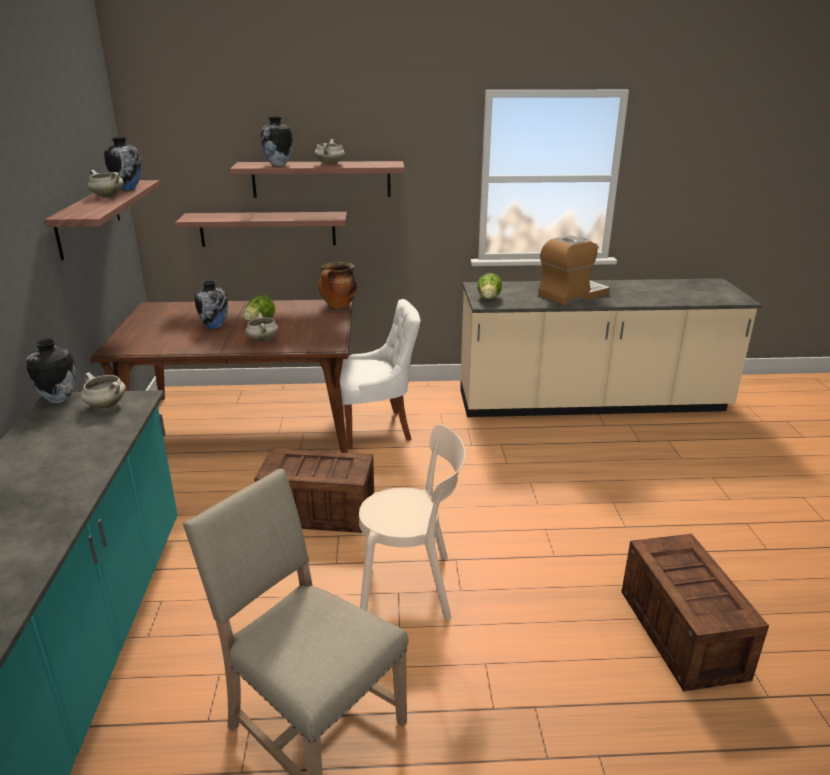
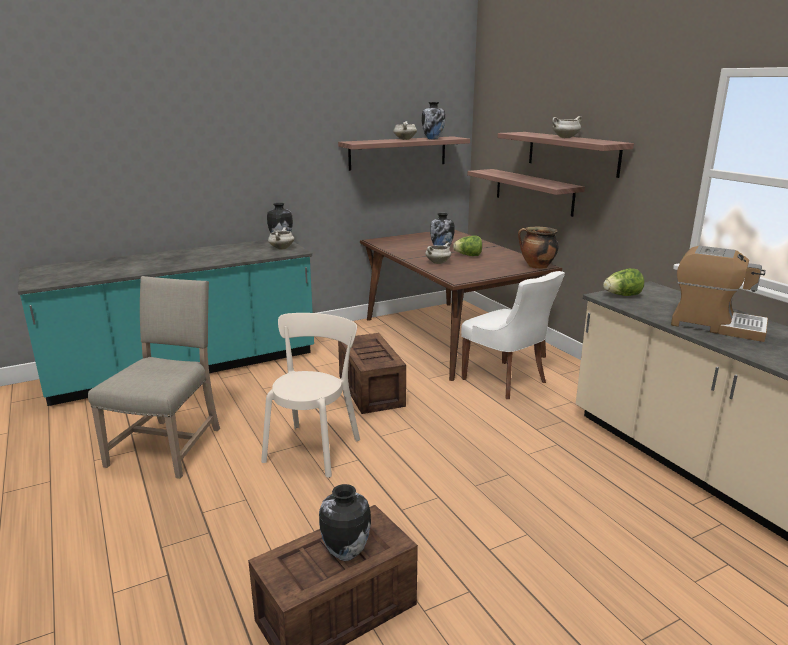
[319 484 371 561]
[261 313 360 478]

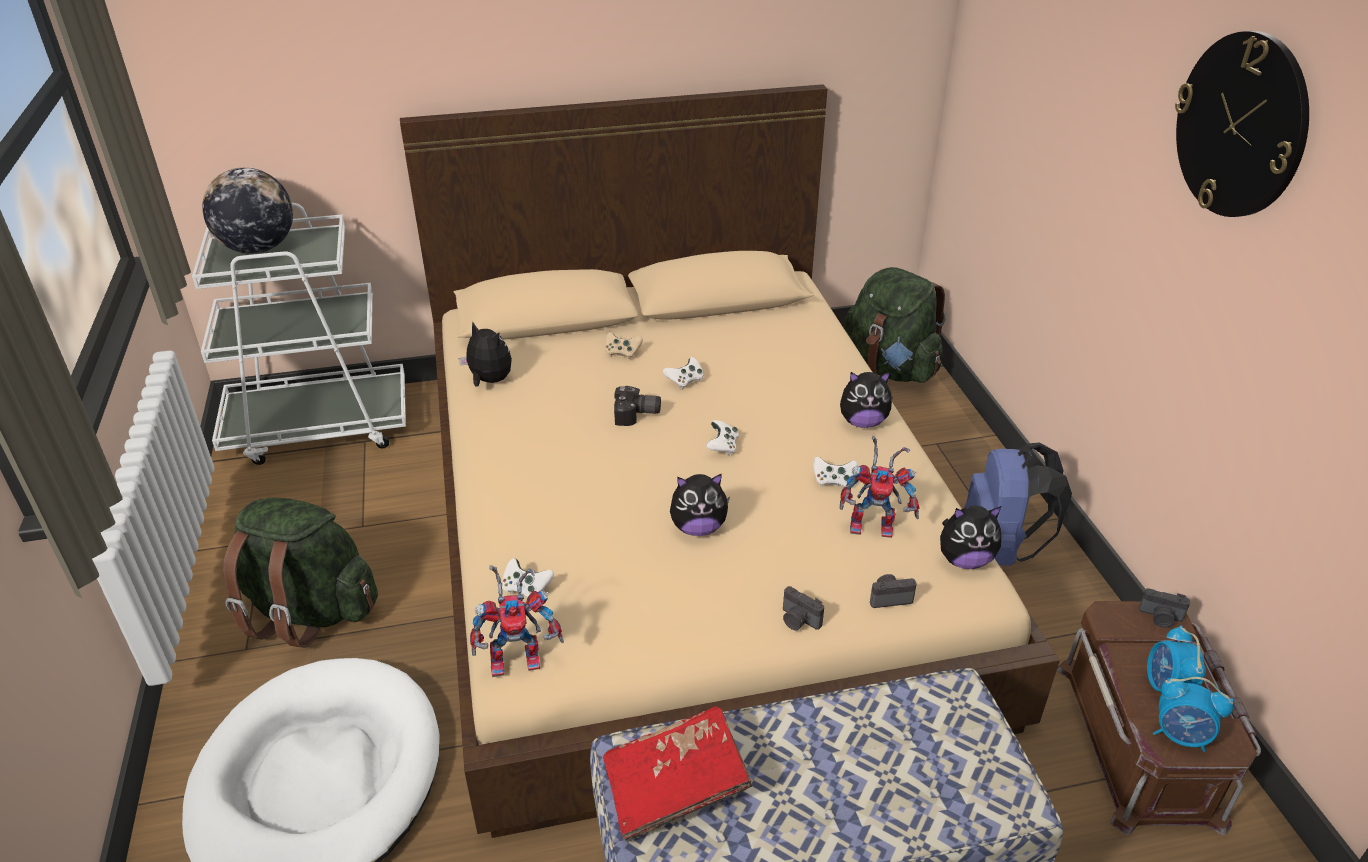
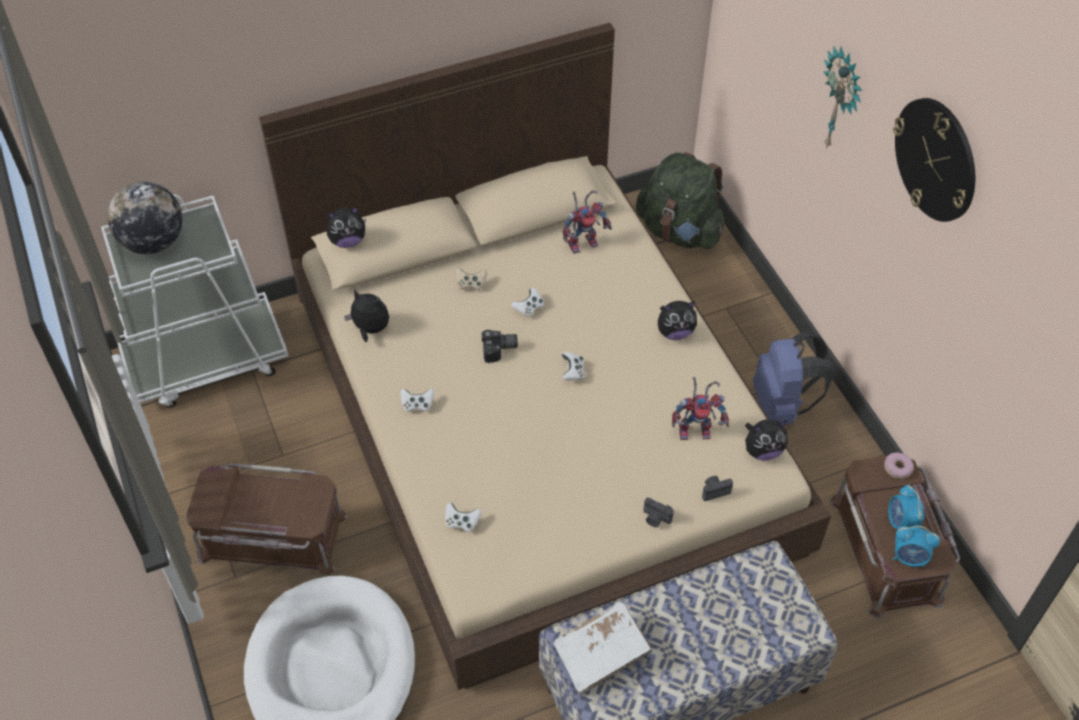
[186 463 347 576]
[562 190 612 254]
[553 601 652 695]
[327 207 366 248]
[400 389 434 412]
[884 452 914 479]
[823 46 862 149]

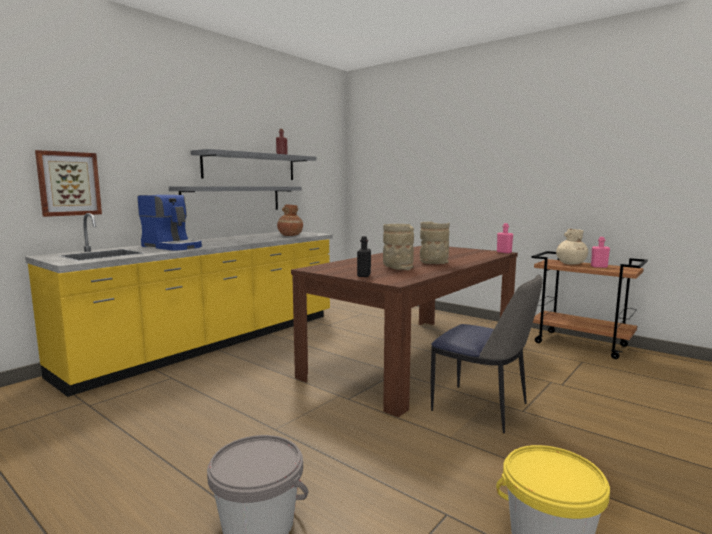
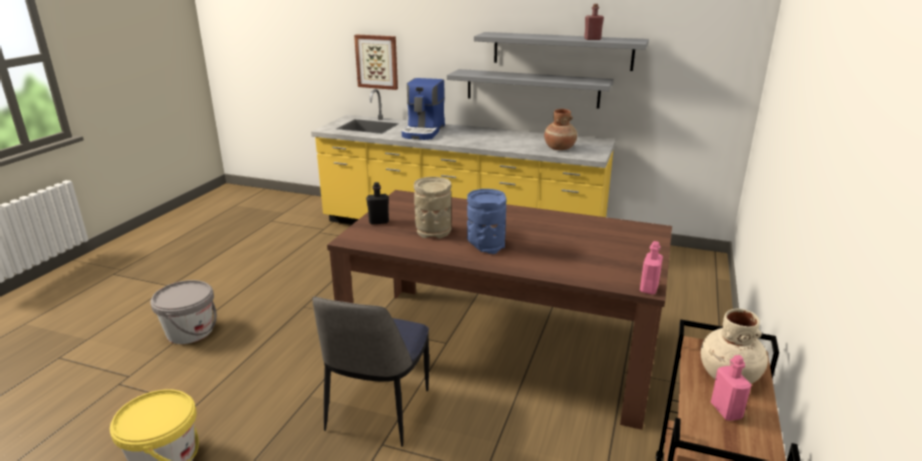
[467 189 506 254]

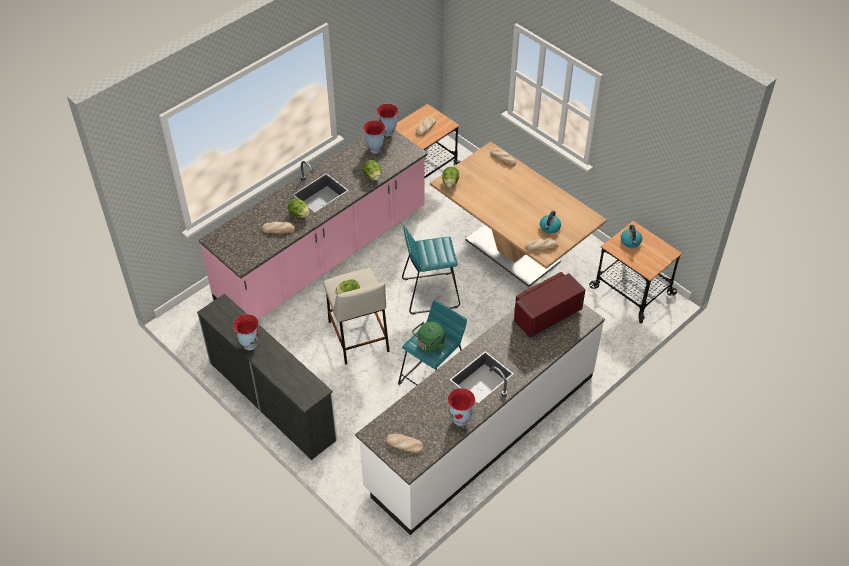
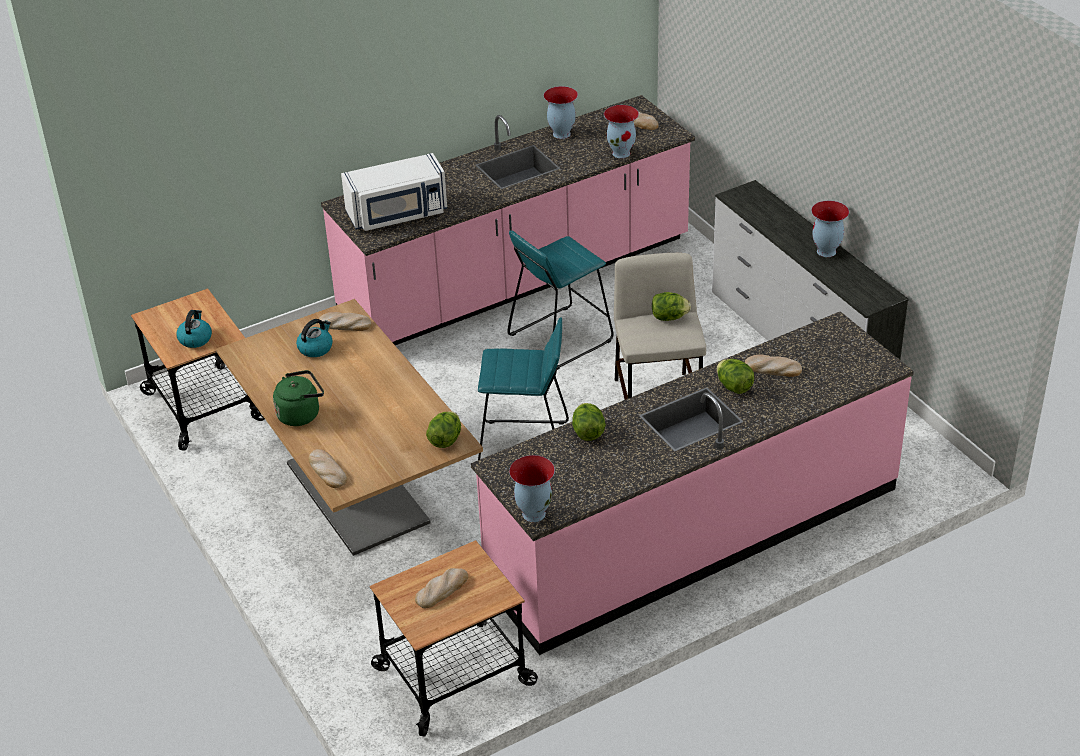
[321 95 695 345]
[604 105 639 158]
[273 370 324 426]
[341 153 447 231]

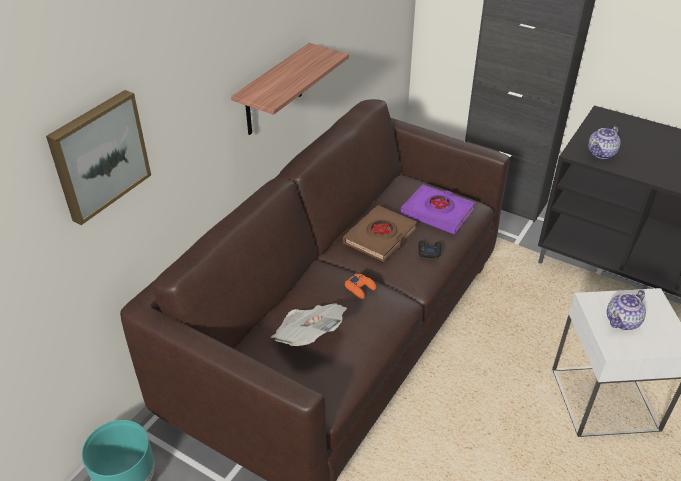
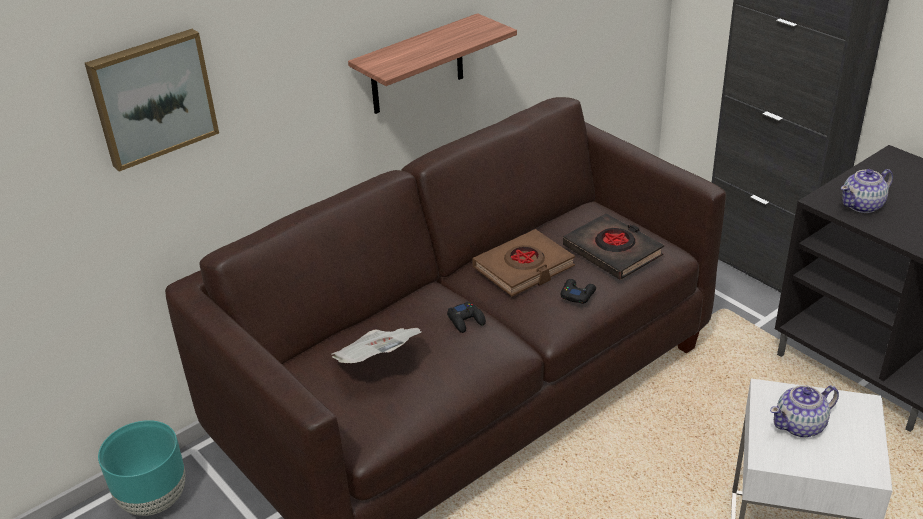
[447 302 486 333]
[563 214 664 280]

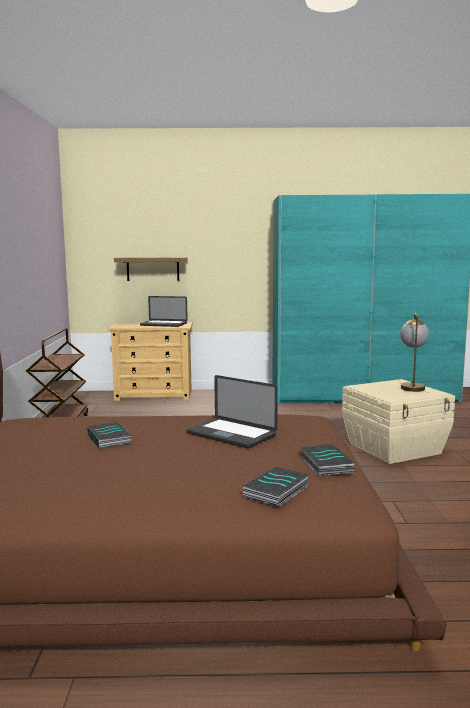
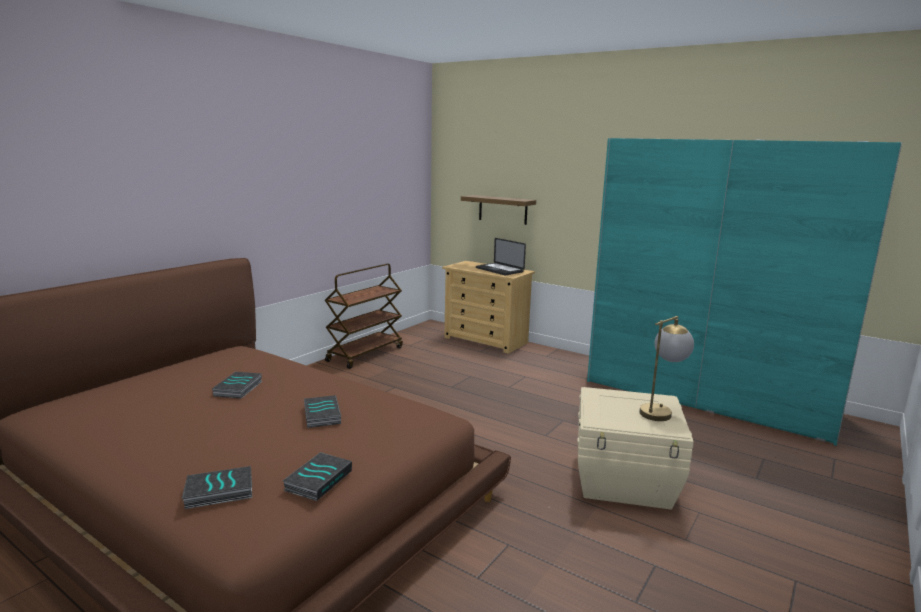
[304 395 341 428]

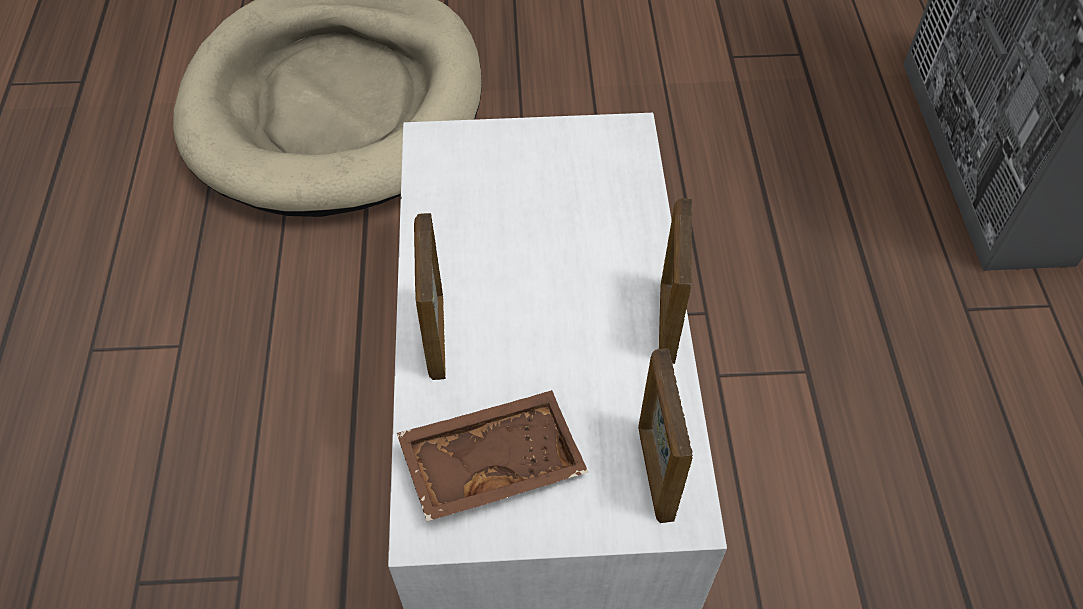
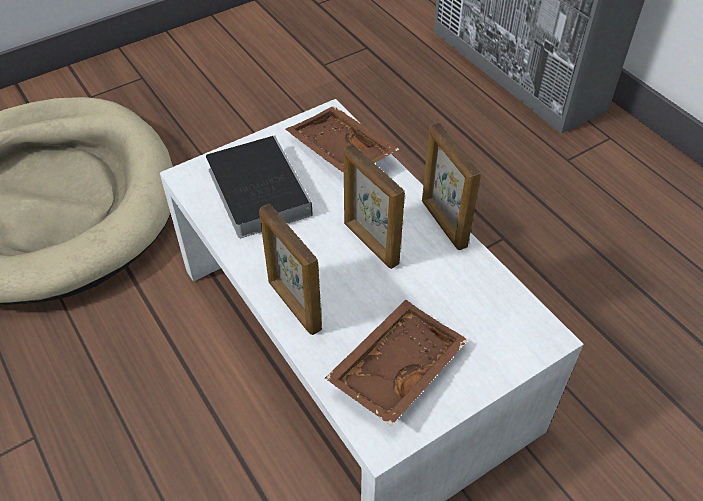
[344 144 405 269]
[206 135 313 238]
[285 106 399 173]

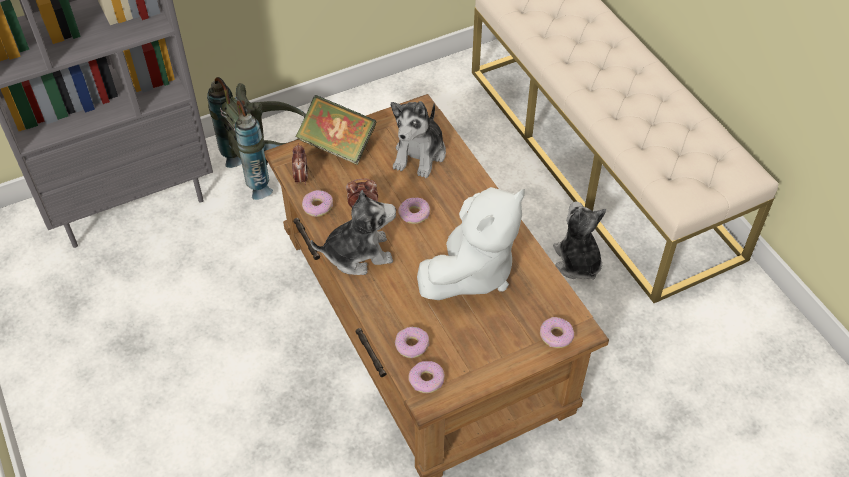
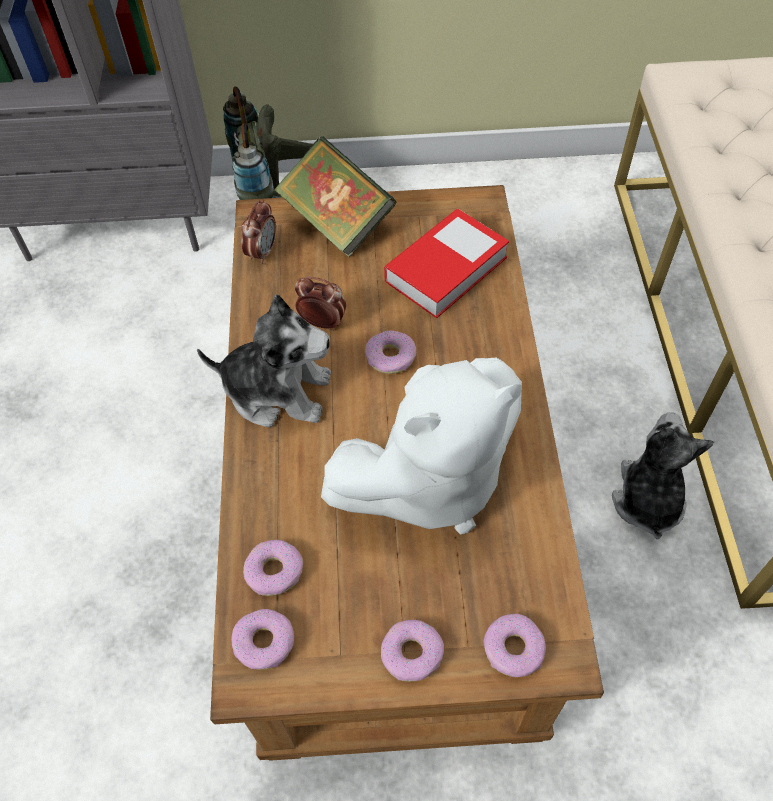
[381 620 444 682]
[384 209 509 318]

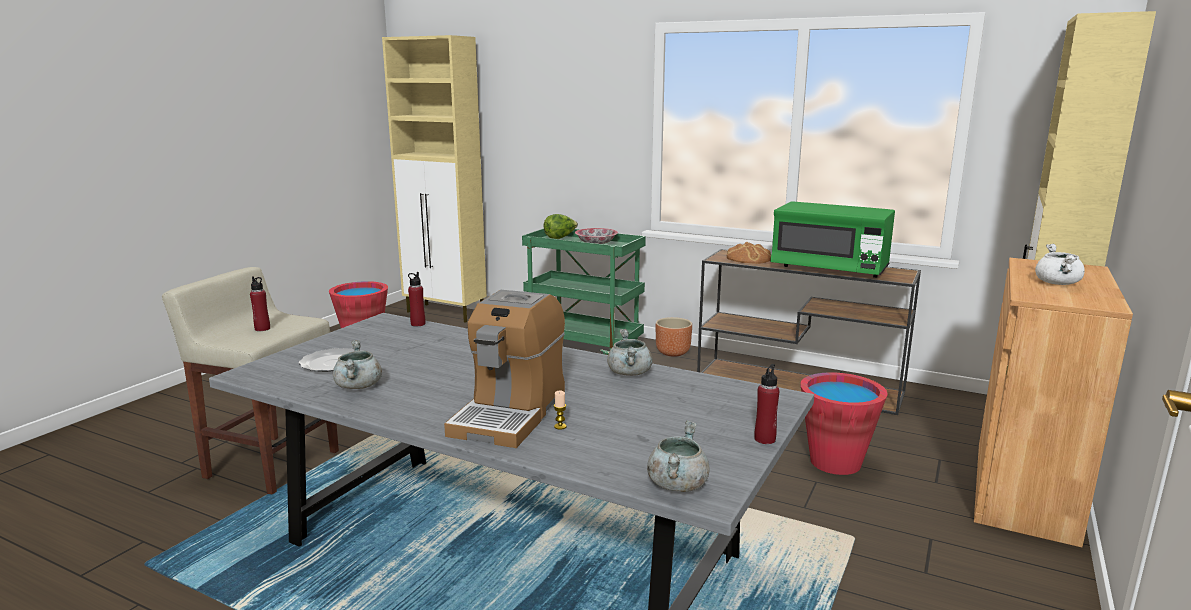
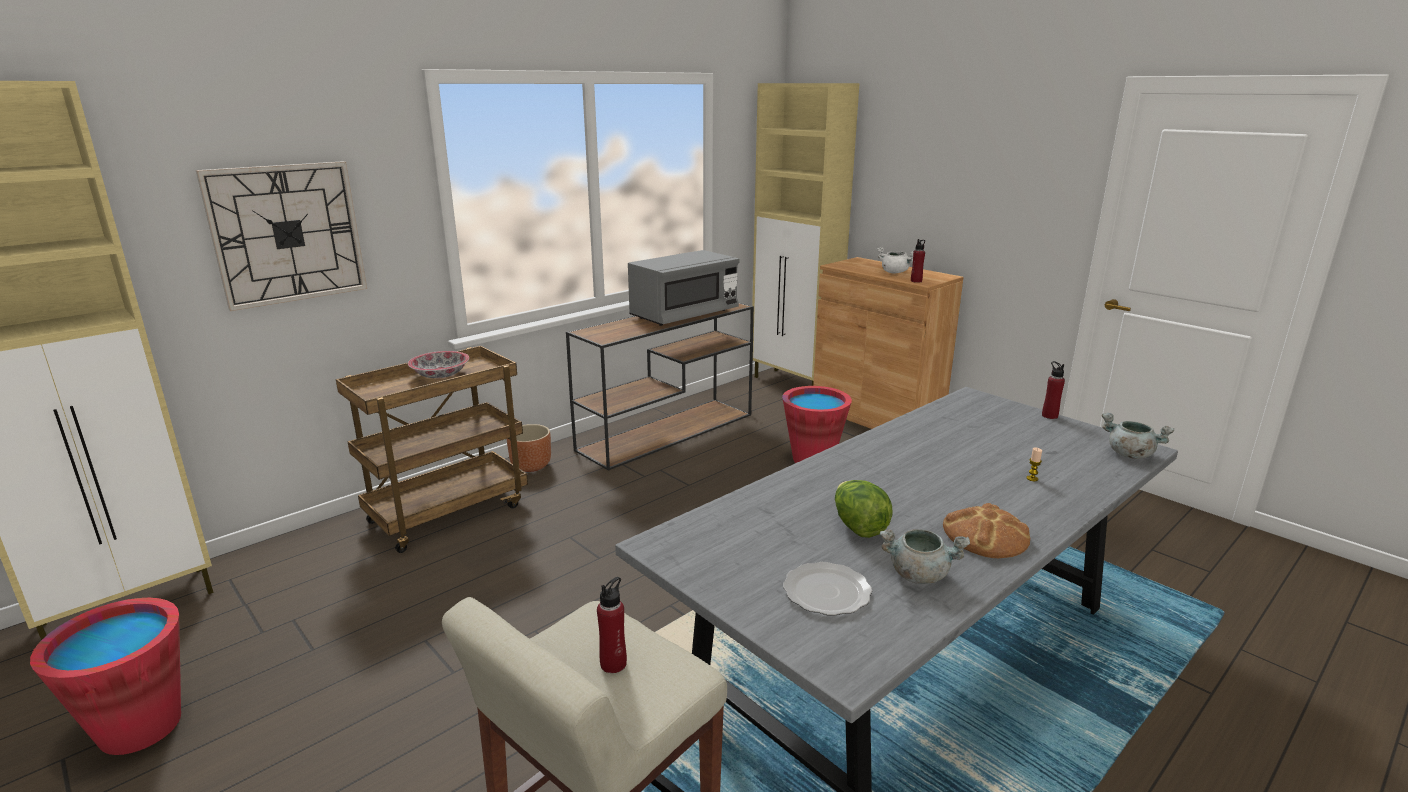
[911 239 925 283]
[444 290 565 448] (first image)
[336 346 528 553]
[835 480 893 538]
[607 329 653 376] (first image)
[943 503 1030 558]
[628 250 740 326]
[196 161 367 311]

